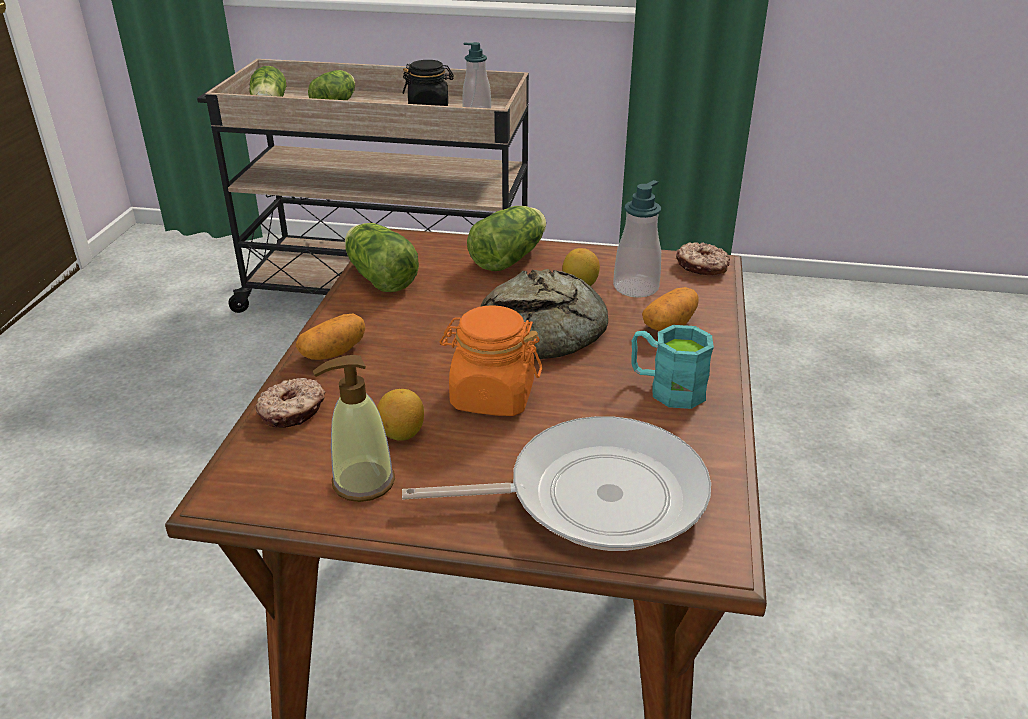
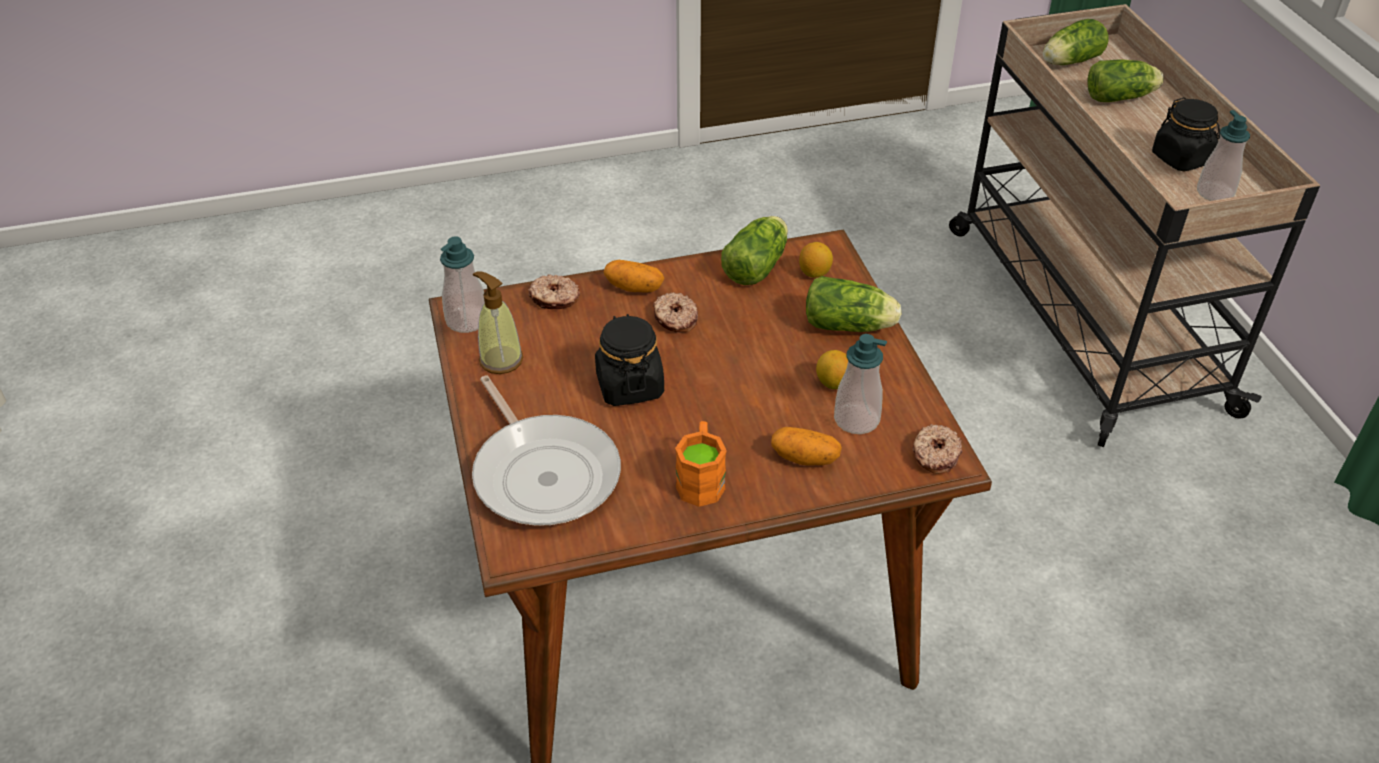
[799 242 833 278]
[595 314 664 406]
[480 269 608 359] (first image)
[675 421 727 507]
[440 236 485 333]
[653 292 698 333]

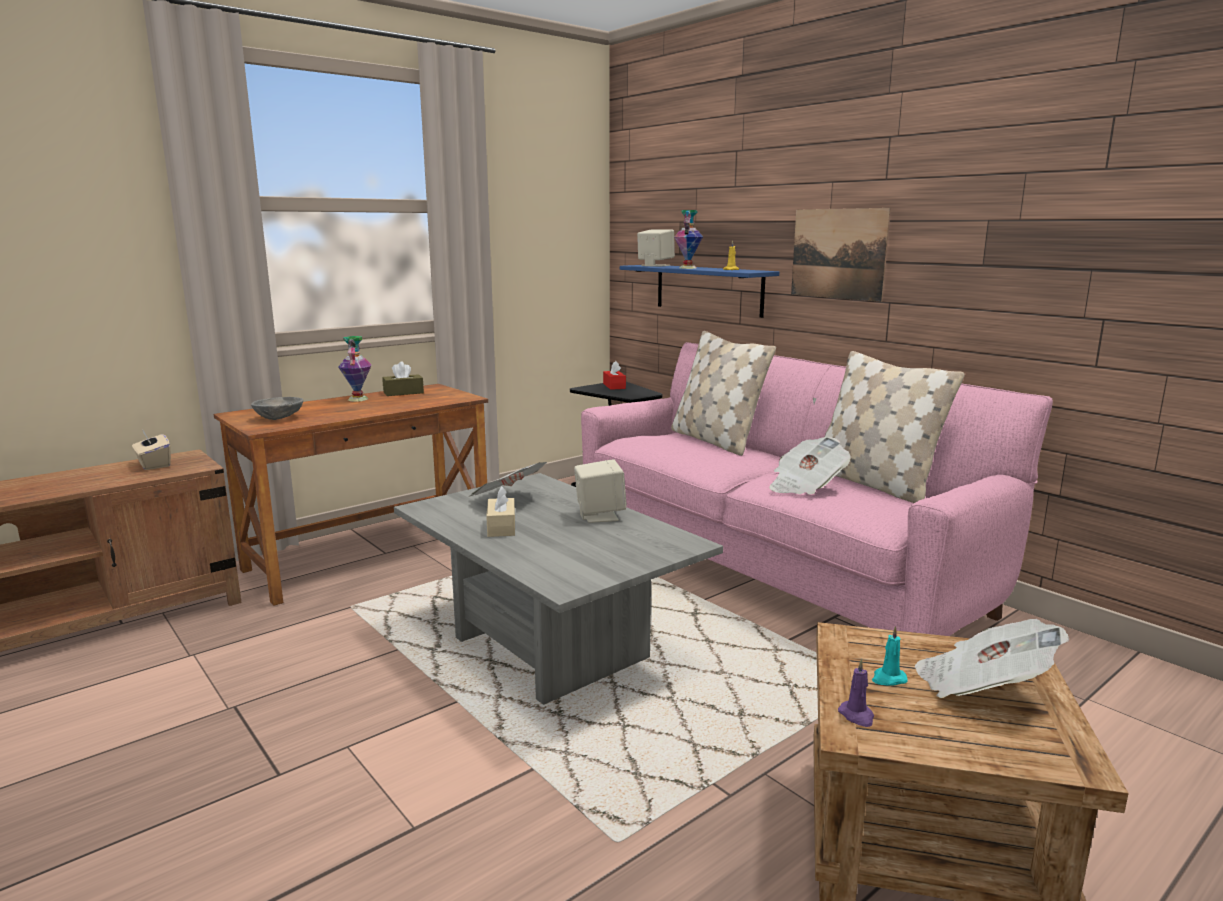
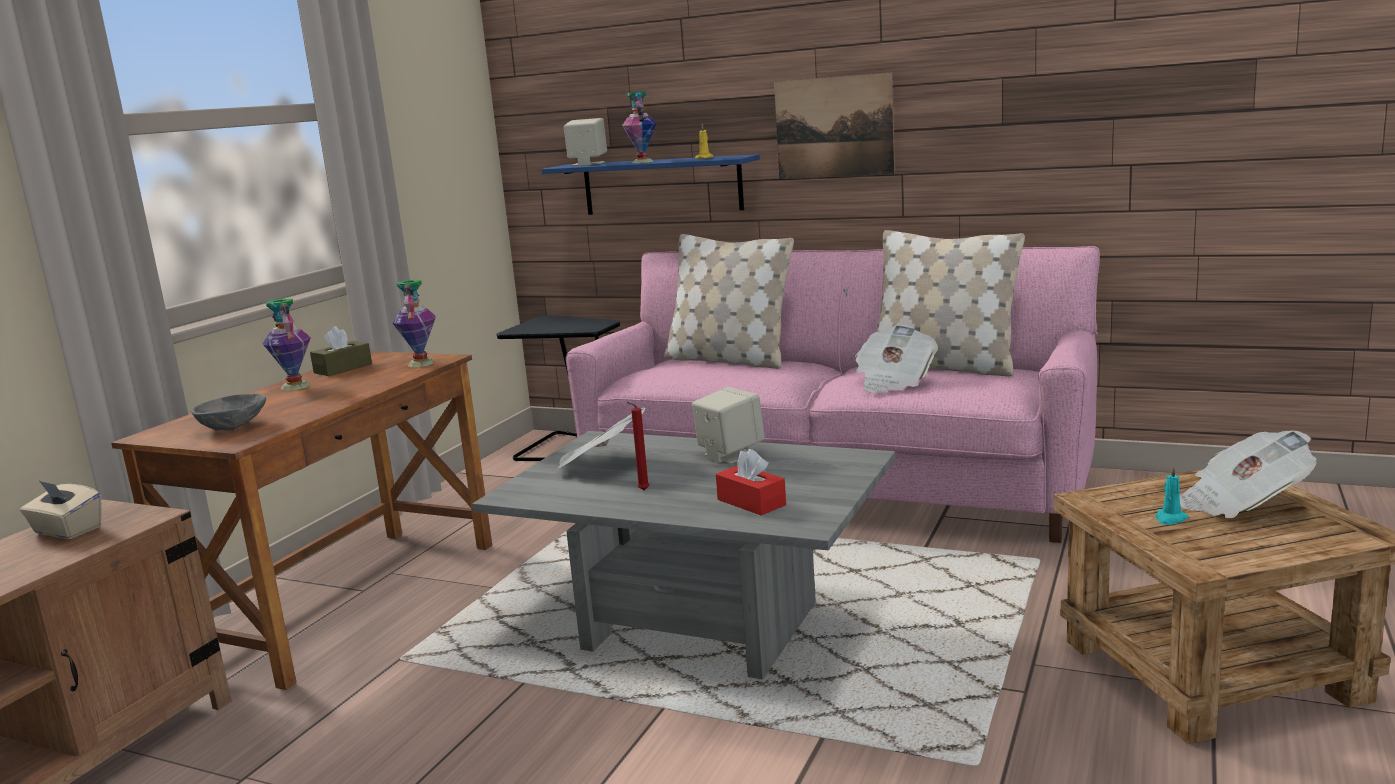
[627 402 649 490]
[716 449 786 515]
[838 659 874 727] (first image)
[393 280 436 367]

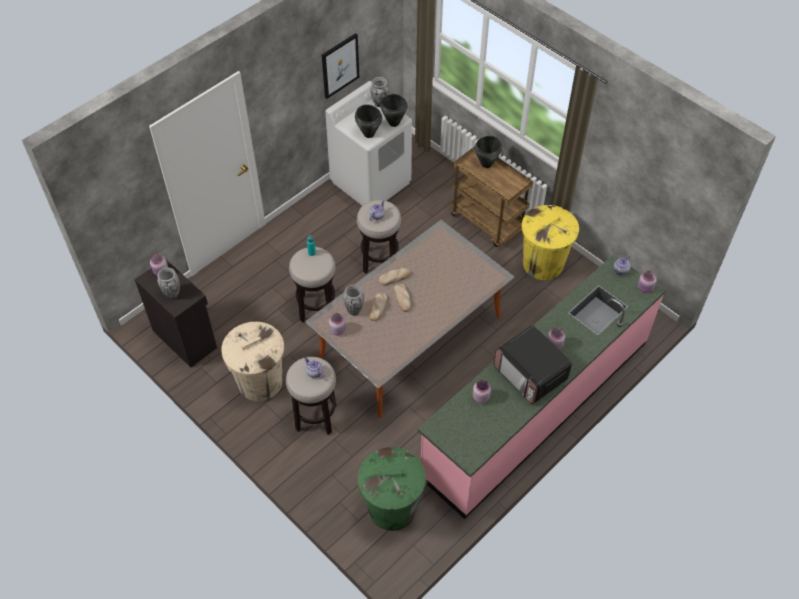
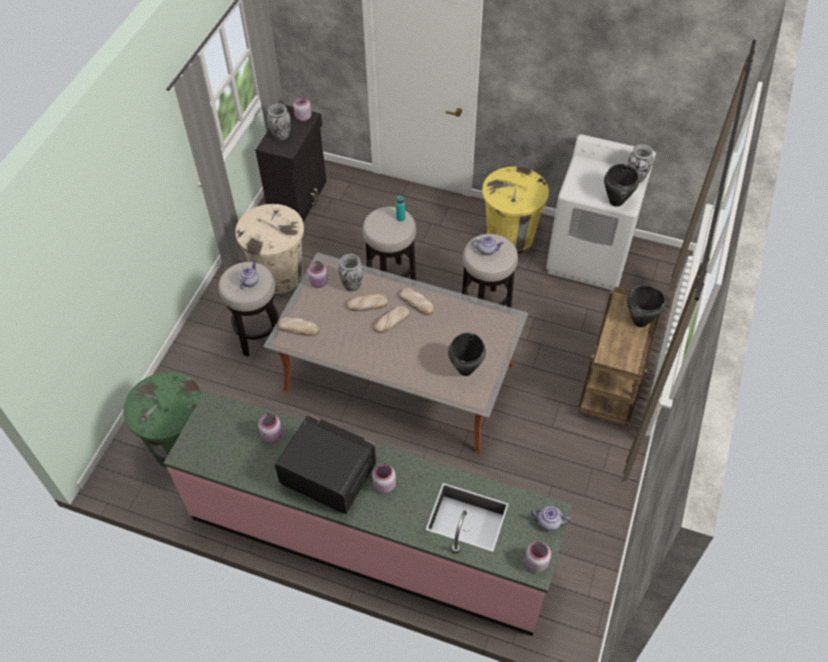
[322 33 359 99] (first image)
[448 333 486 376]
[275 414 377 514]
[482 167 549 254]
[278 317 320 336]

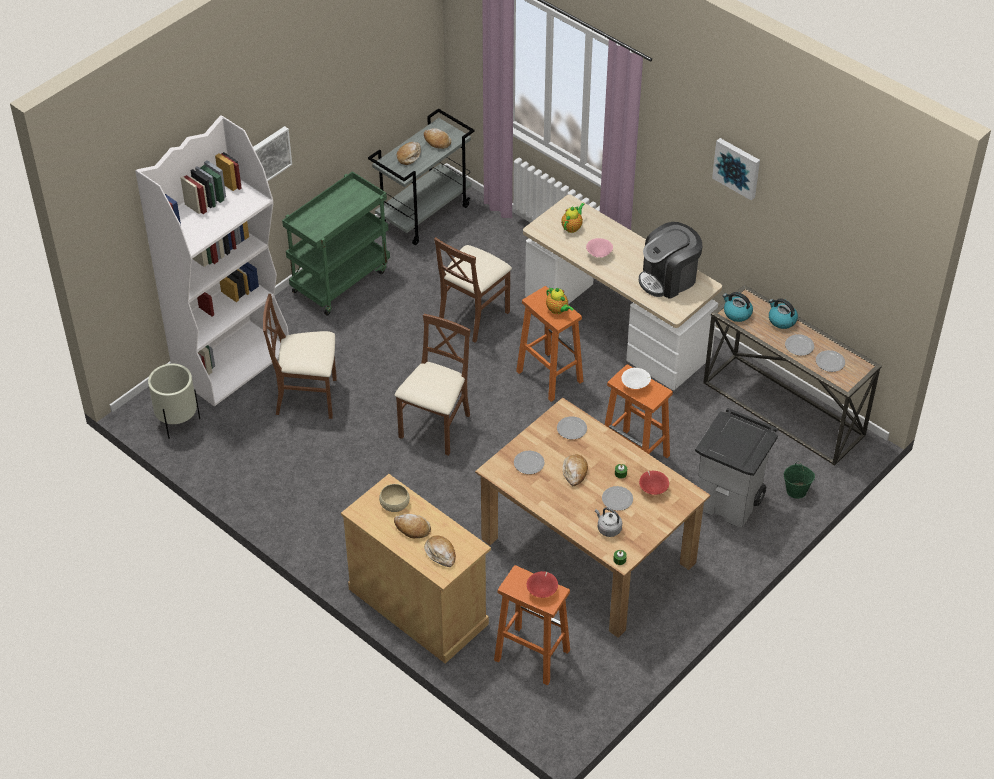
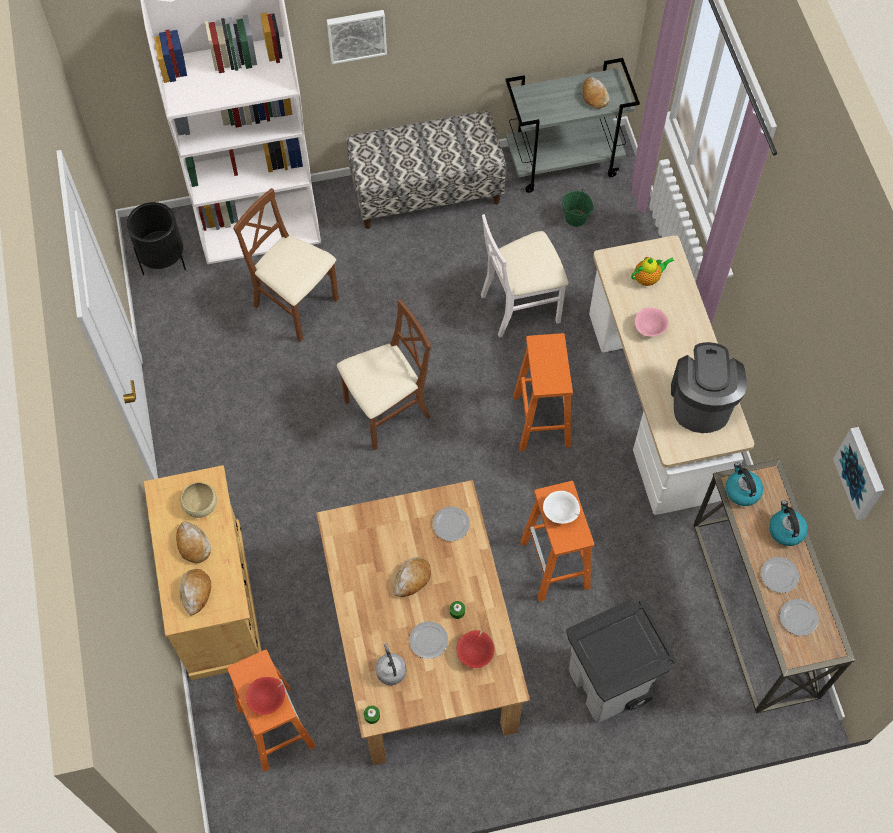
[127 202 186 275]
[346 111 506 229]
[397 142 421 165] (first image)
[481 214 568 338]
[514 451 545 474] (first image)
[546 288 574 314] (first image)
[671 342 747 433]
[833 427 884 520]
[562 189 593 227]

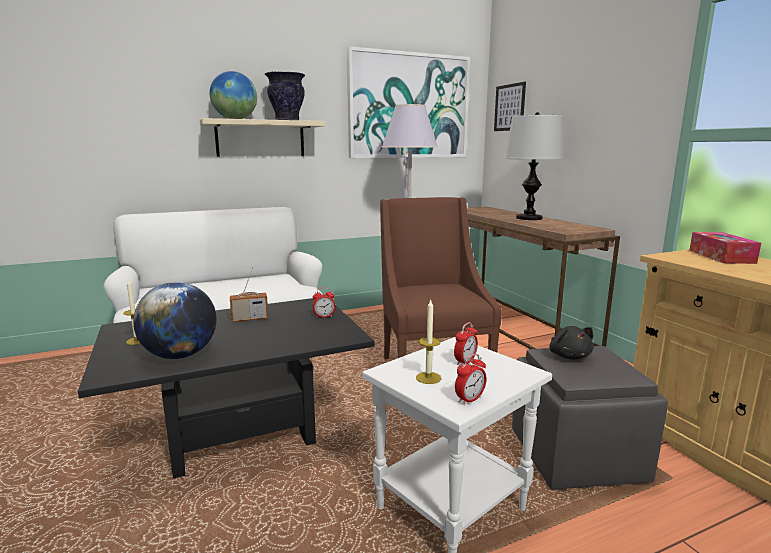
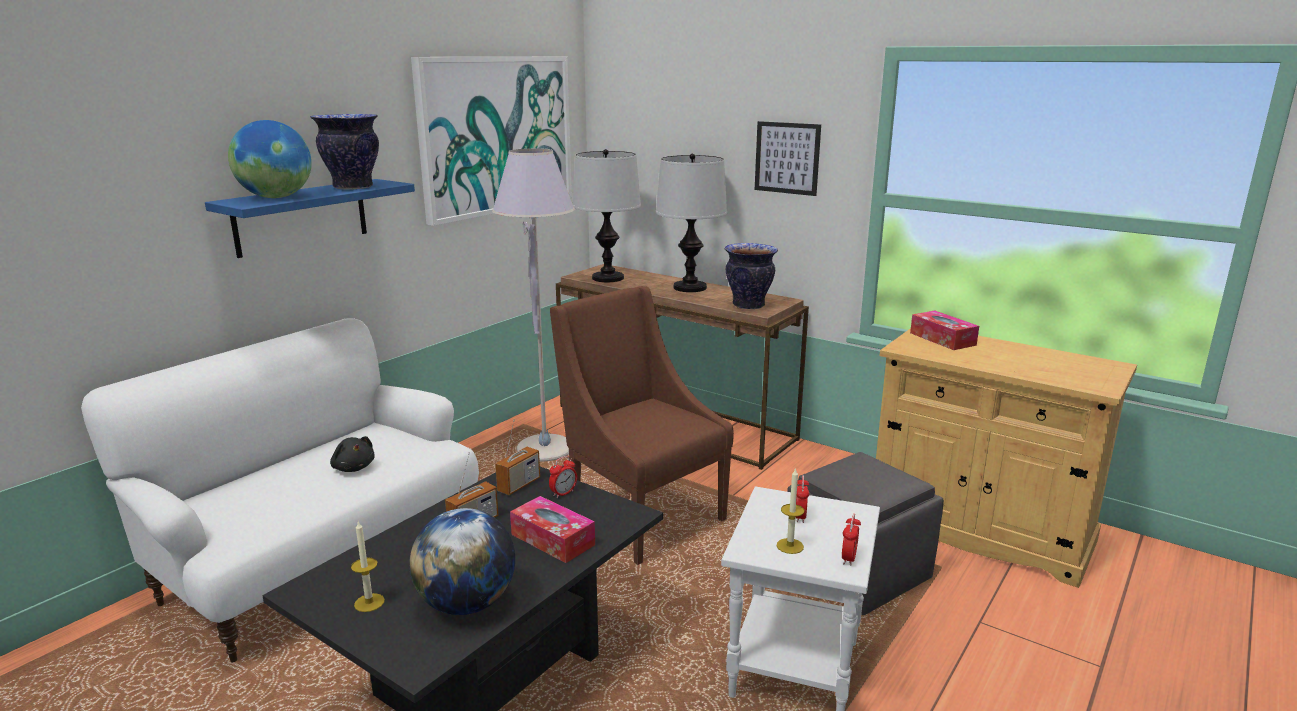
[205 179 415 258]
[755 121 821 196]
[330 436 375 472]
[495 420 540 495]
[510 496 595 563]
[573 149 641 282]
[725 243 778 309]

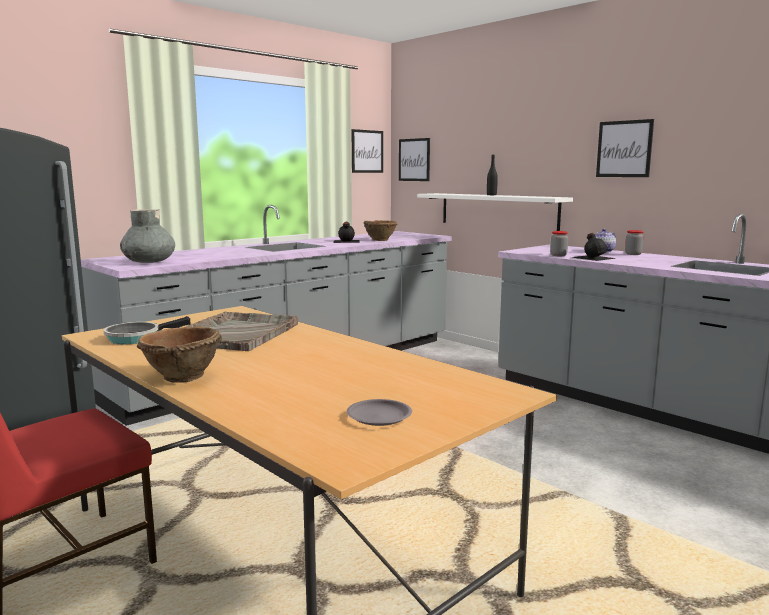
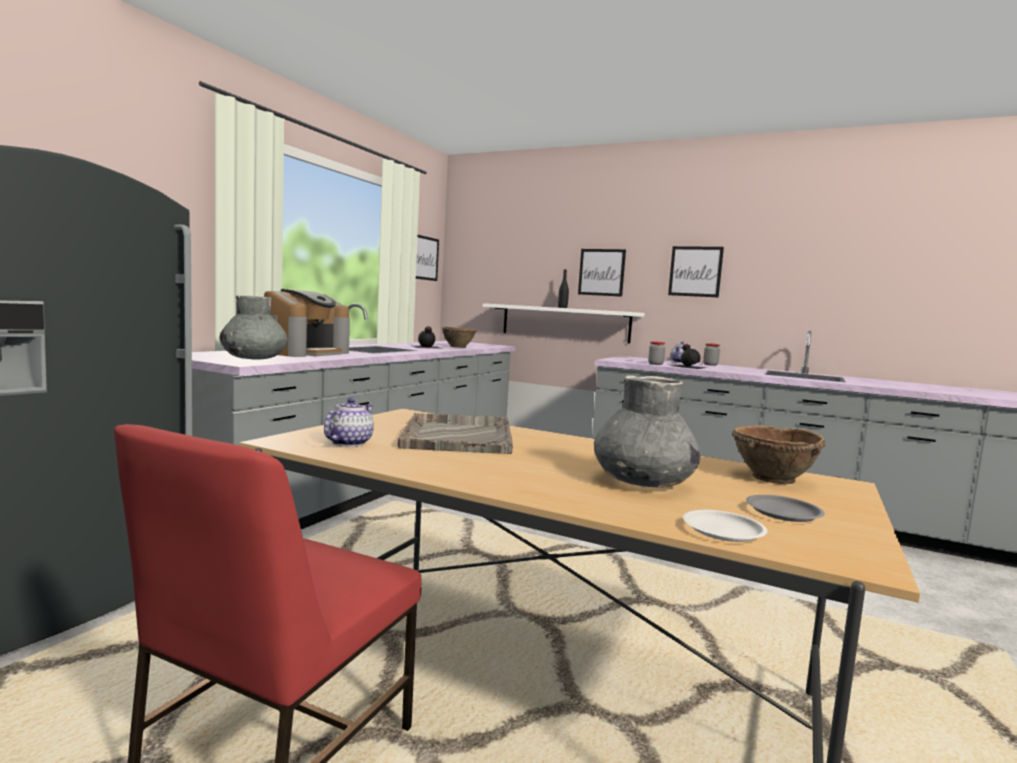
[324 398 374 447]
[732 425 826 484]
[578 249 626 297]
[264 289 350 357]
[594 375 701 488]
[683 510 767 542]

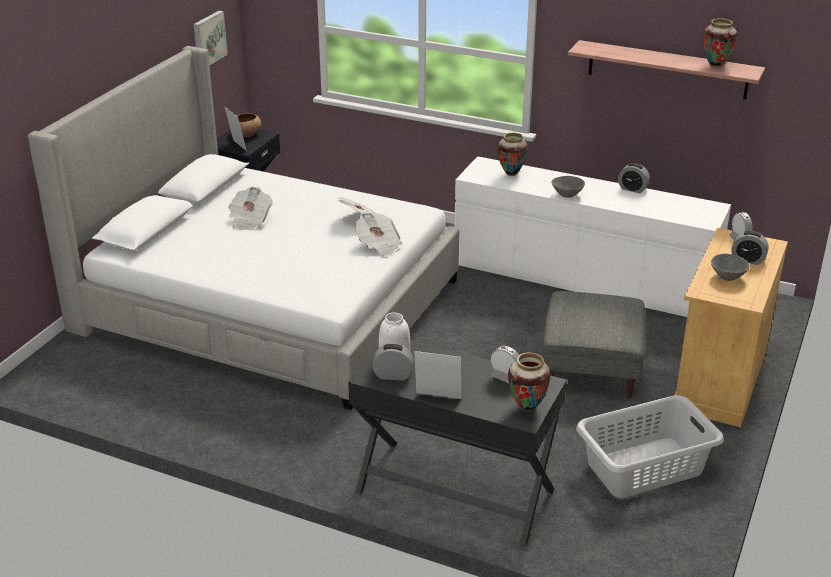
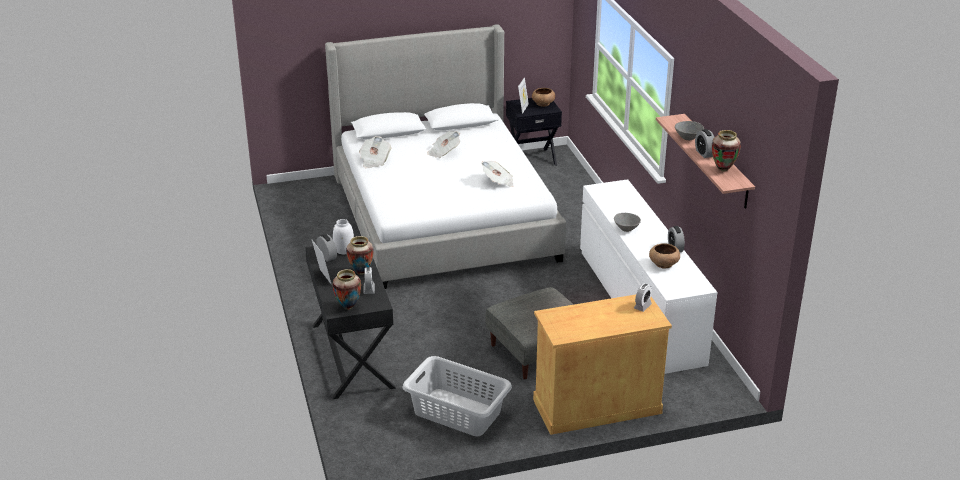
[193 11 228 65] (first image)
[359 136 391 168]
[346 236 374 275]
[675 121 704 140]
[695 129 715 158]
[649 243 680 269]

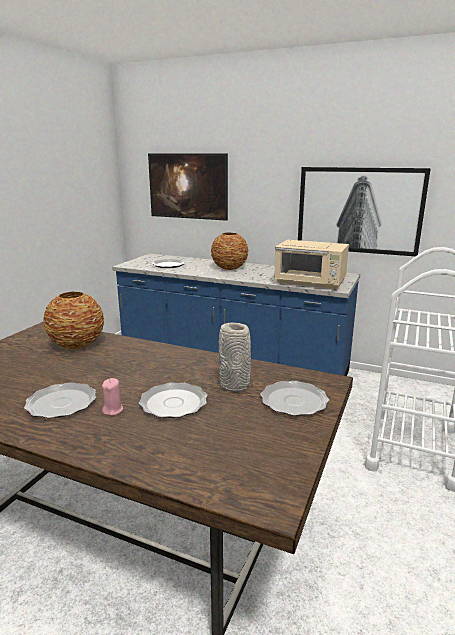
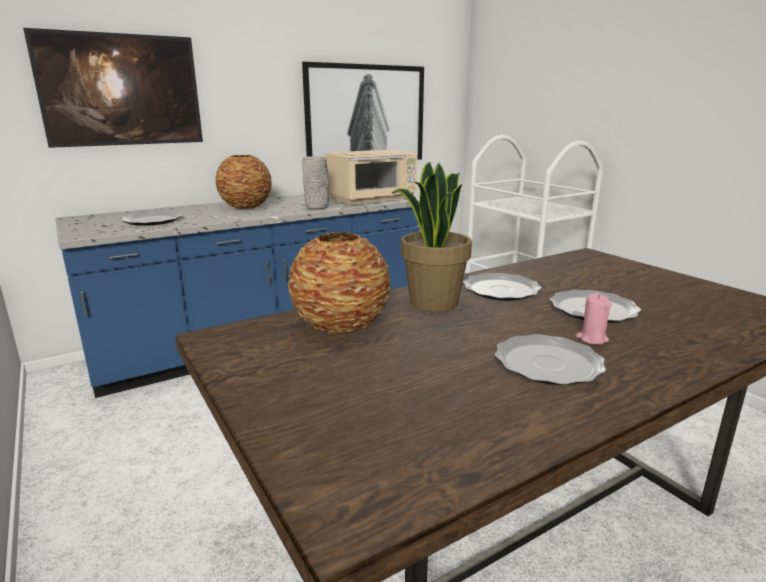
[302 156 329 209]
[463 273 542 301]
[391 162 472 312]

